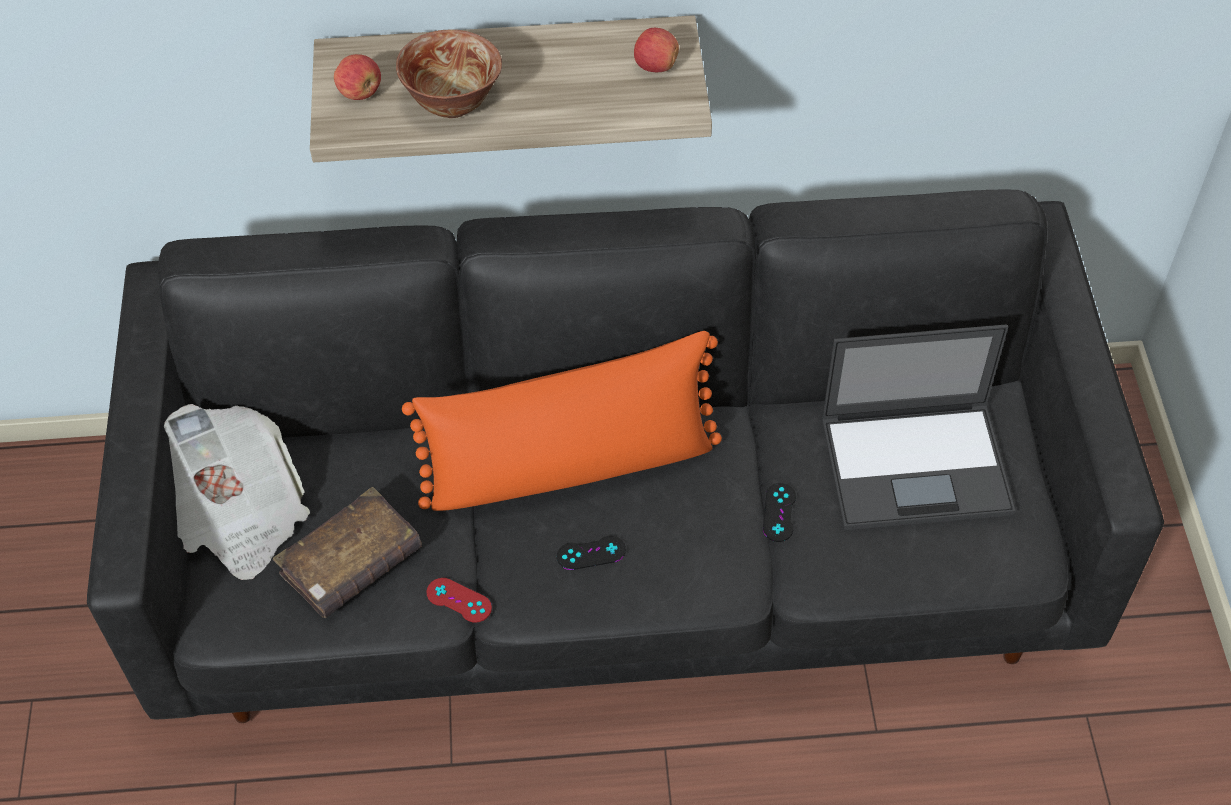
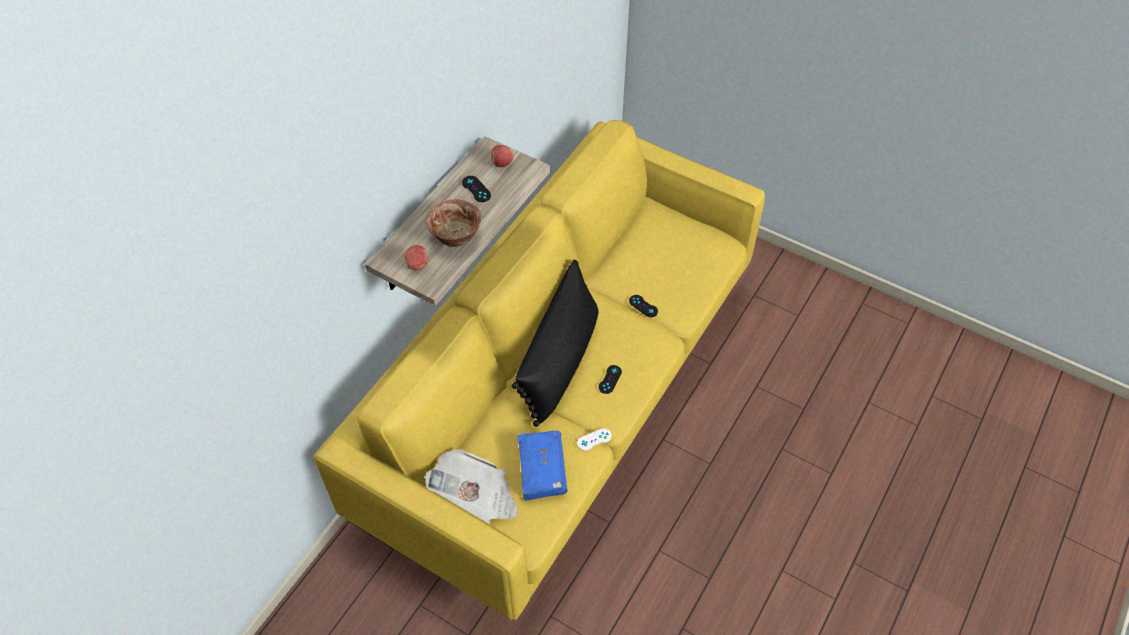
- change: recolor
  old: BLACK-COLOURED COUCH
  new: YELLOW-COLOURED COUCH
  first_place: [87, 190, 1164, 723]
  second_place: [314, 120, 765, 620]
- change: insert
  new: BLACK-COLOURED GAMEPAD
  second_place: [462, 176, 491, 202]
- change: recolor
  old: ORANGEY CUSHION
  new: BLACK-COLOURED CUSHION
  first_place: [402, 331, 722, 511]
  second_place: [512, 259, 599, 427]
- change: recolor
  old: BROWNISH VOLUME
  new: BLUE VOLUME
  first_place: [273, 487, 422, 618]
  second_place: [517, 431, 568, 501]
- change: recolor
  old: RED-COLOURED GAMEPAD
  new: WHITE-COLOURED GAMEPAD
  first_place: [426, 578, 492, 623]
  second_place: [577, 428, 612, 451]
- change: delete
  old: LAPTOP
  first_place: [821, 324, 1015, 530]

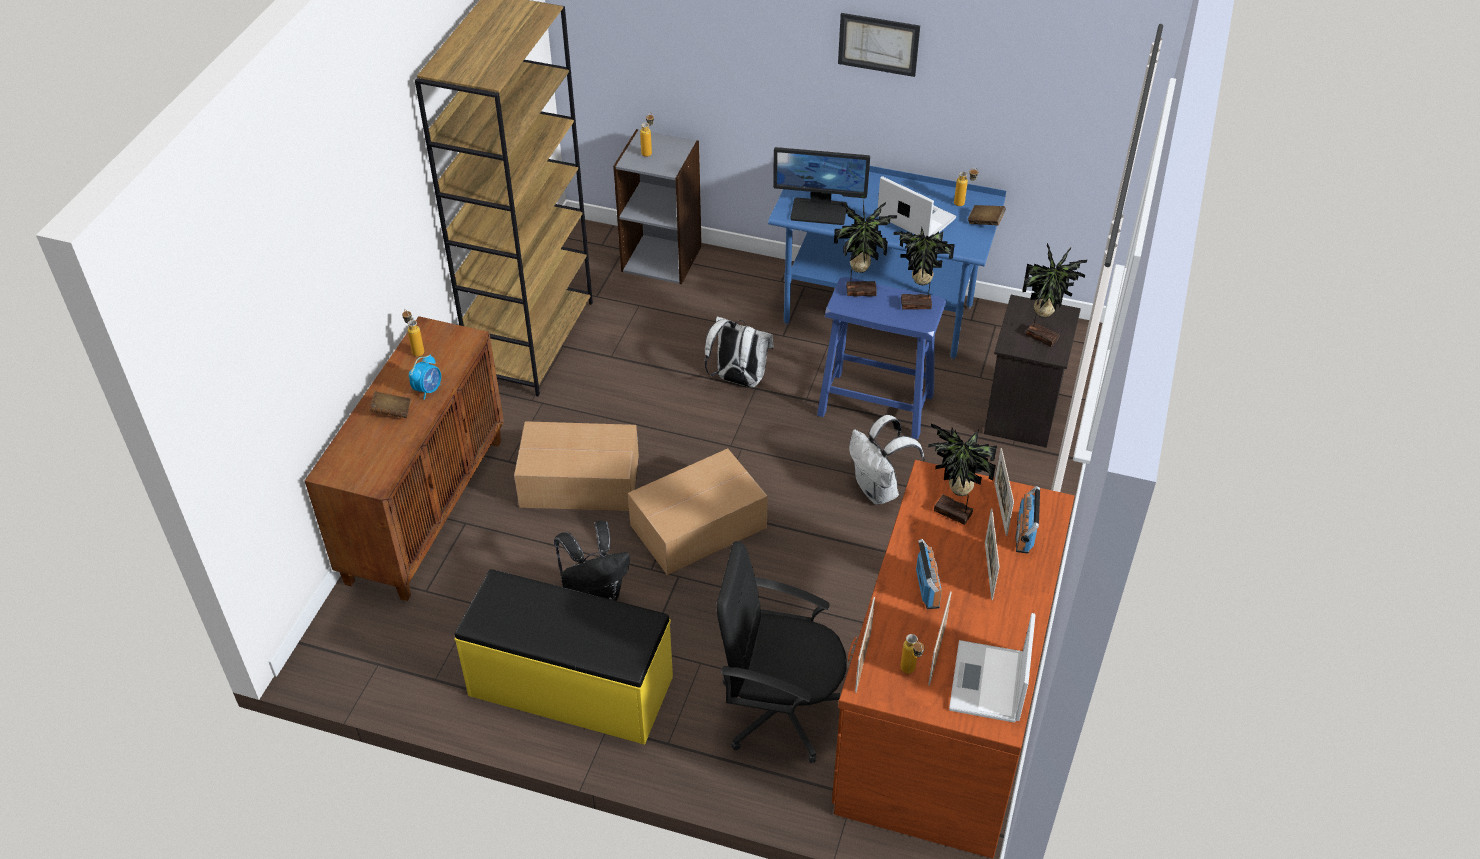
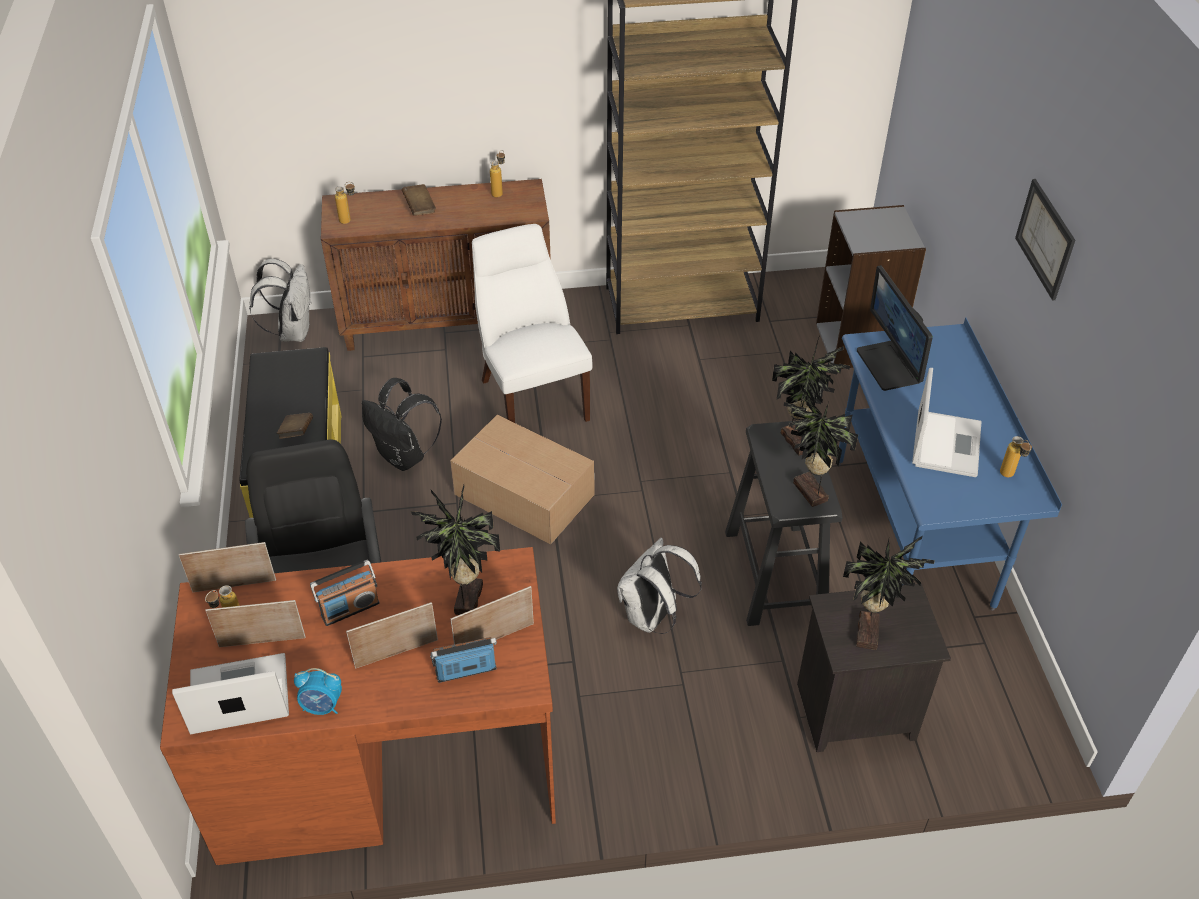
- change: move
  old: WHITE-COLOURED BACKPACK
  first_place: [704, 316, 773, 388]
  second_place: [249, 259, 311, 342]
- change: move
  old: BROWNISH VOLUME
  first_place: [967, 205, 1006, 225]
  second_place: [277, 413, 313, 439]
- change: move
  old: BEDSIDE CLOCK
  first_place: [409, 355, 441, 400]
  second_place: [294, 668, 342, 715]
- change: move
  old: BOTTLE
  first_place: [640, 112, 654, 157]
  second_place: [335, 182, 355, 224]
- change: replace
  old: CARDBOARD BOX
  new: WHITE-COLOURED CHAIR
  first_place: [514, 421, 639, 511]
  second_place: [472, 224, 593, 423]
- change: recolor
  old: BLUE SITTING STOOL
  new: BLACK-COLOURED SITTING STOOL
  first_place: [817, 277, 946, 439]
  second_place: [725, 420, 843, 626]

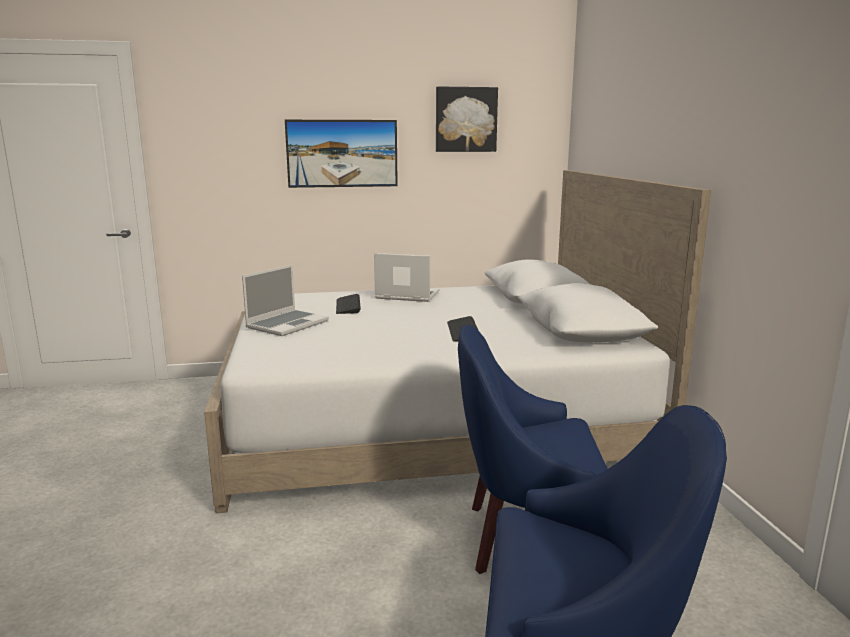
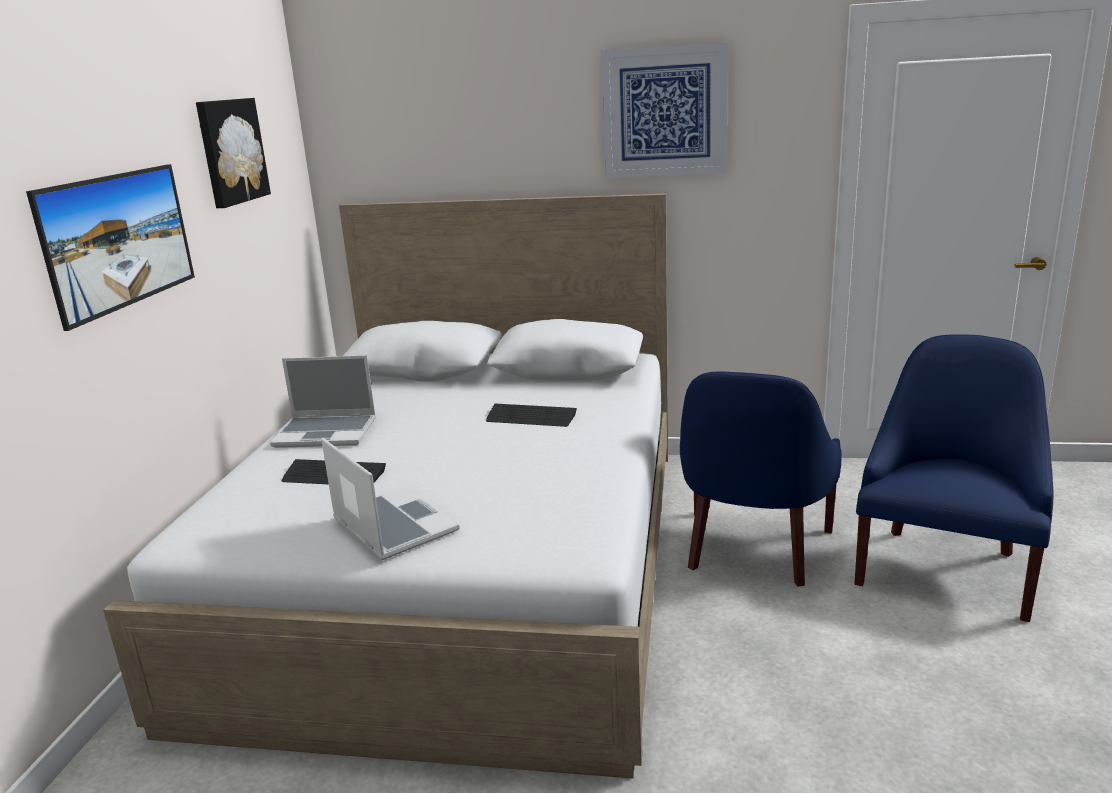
- change: rotate
  old: LAPTOP
  first_place: [374, 253, 440, 302]
  second_place: [270, 355, 376, 448]
  degrees: -120
- change: insert
  new: PICTURE
  second_place: [602, 43, 728, 178]

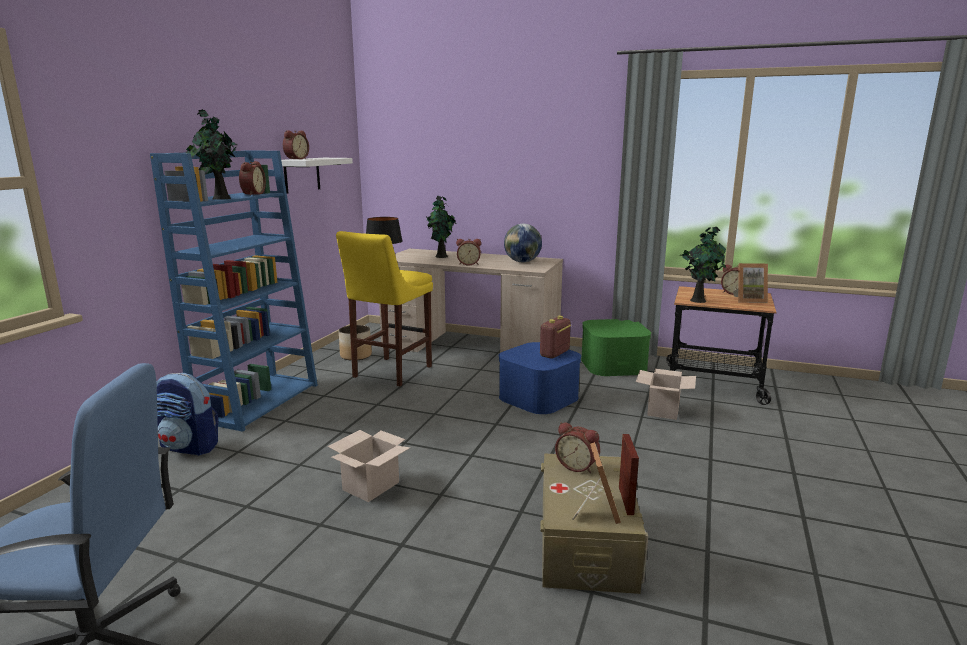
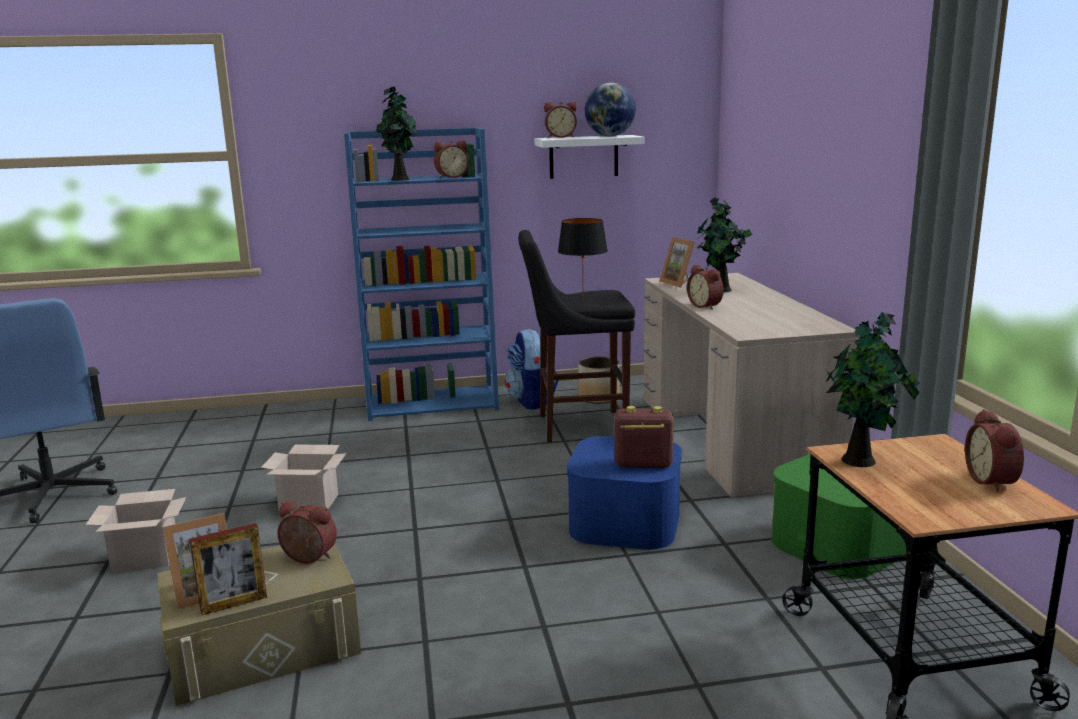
- change: move
  old: CARDBOARD BOX
  first_place: [636, 369, 696, 420]
  second_place: [86, 489, 186, 573]
- change: rotate
  old: BEDSIDE CLOCK
  first_place: [555, 422, 600, 473]
  second_place: [277, 502, 337, 564]
  degrees: 105
- change: move
  old: BACKPACK
  first_place: [156, 373, 219, 456]
  second_place: [505, 329, 559, 410]
- change: recolor
  old: YELLOW-COLOURED SITTING STOOL
  new: BLACK-COLOURED SITTING STOOL
  first_place: [336, 231, 433, 386]
  second_place: [518, 230, 635, 442]
- change: move
  old: WORLD GLOBE
  first_place: [504, 224, 542, 262]
  second_place: [585, 83, 636, 136]
- change: move
  old: PICTURE FRAME
  first_place: [733, 263, 768, 303]
  second_place: [660, 237, 695, 288]

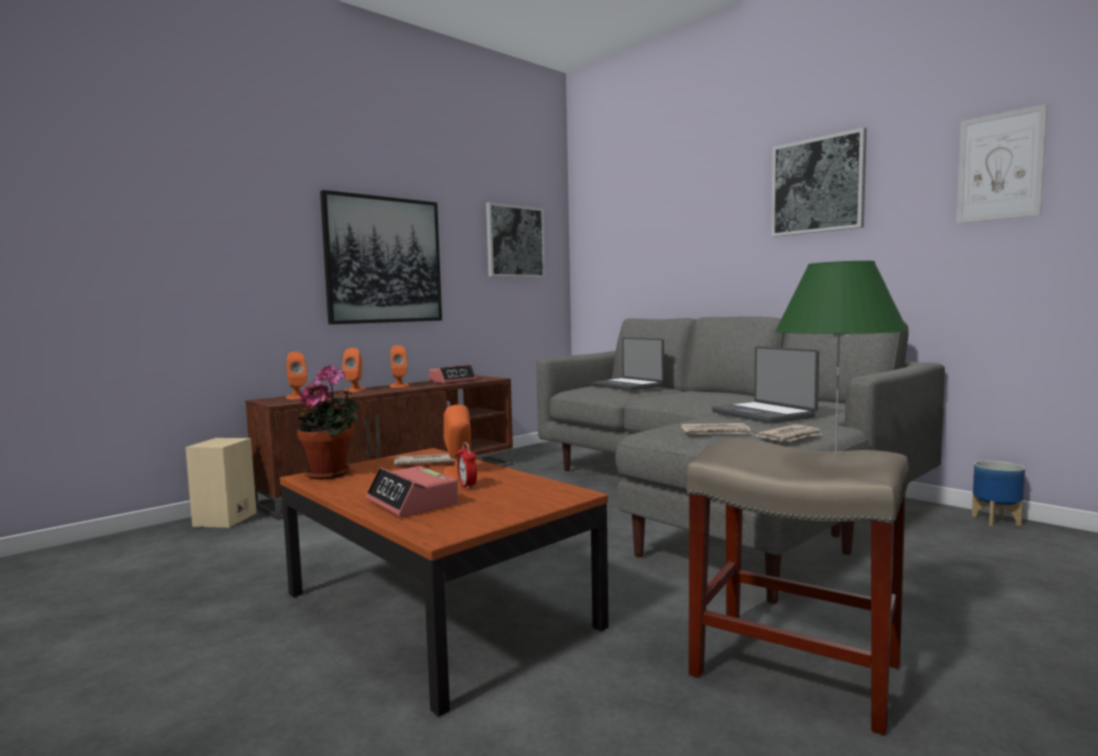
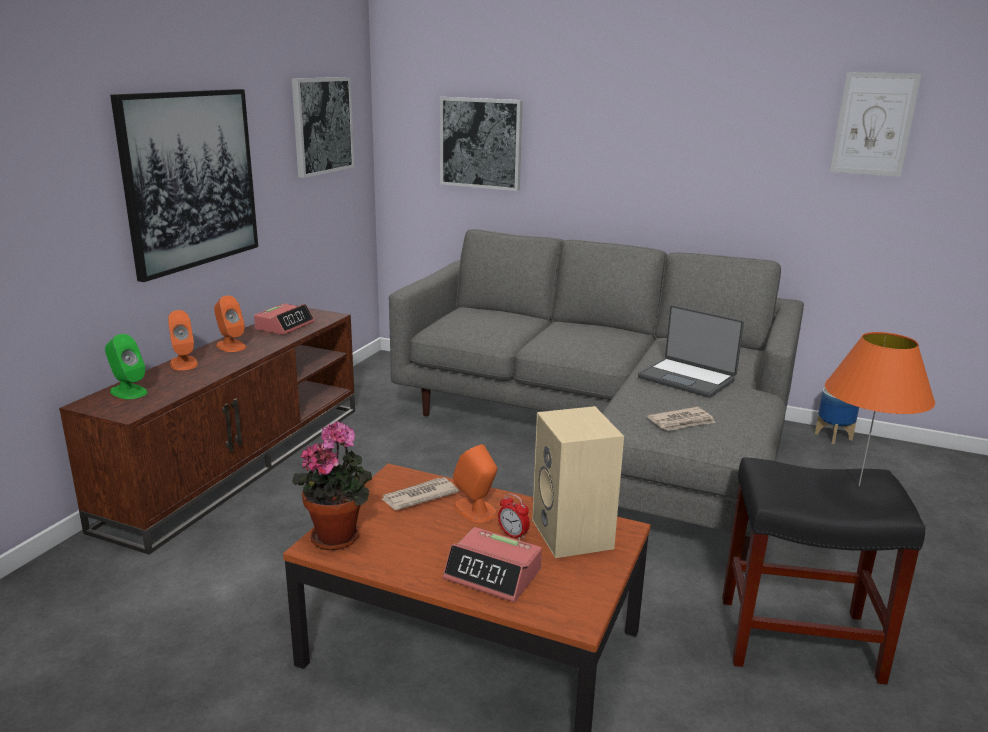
- change: recolor
  old: ORANGEY SPEAKER
  new: GREEN SPEAKER
  first_place: [286, 352, 307, 399]
  second_place: [105, 334, 148, 399]
- change: move
  old: PICTURE
  first_place: [771, 127, 867, 237]
  second_place: [440, 97, 523, 191]
- change: move
  old: SAND-COLOURED SPEAKER
  first_place: [185, 438, 257, 528]
  second_place: [532, 406, 624, 558]
- change: recolor
  old: SAND-COLOURED SITTING STOOL
  new: BLACK-COLOURED SITTING STOOL
  first_place: [686, 438, 909, 735]
  second_place: [722, 457, 925, 685]
- change: recolor
  old: GREEN TABLE LAMP
  new: ORANGEY TABLE LAMP
  first_place: [775, 261, 908, 455]
  second_place: [825, 332, 935, 486]
- change: delete
  old: LAPTOP
  first_place: [592, 337, 664, 391]
- change: delete
  old: DAILY PAPER
  first_place: [755, 424, 822, 441]

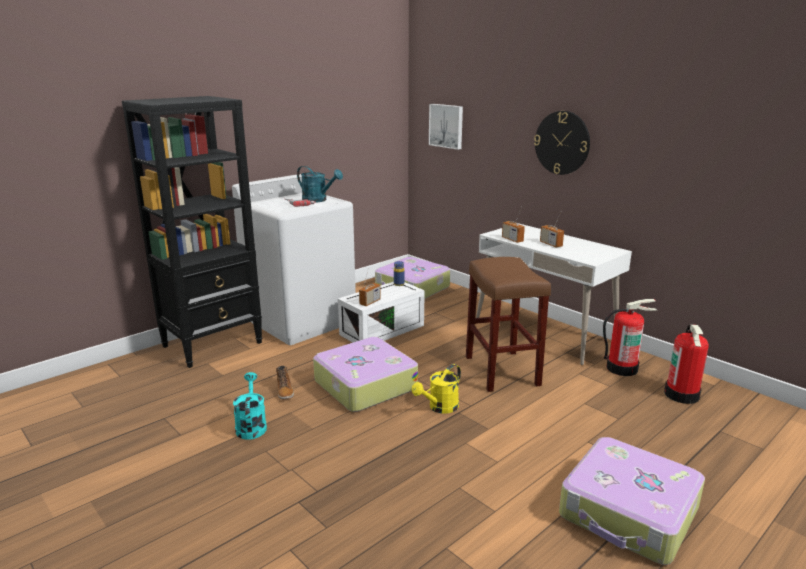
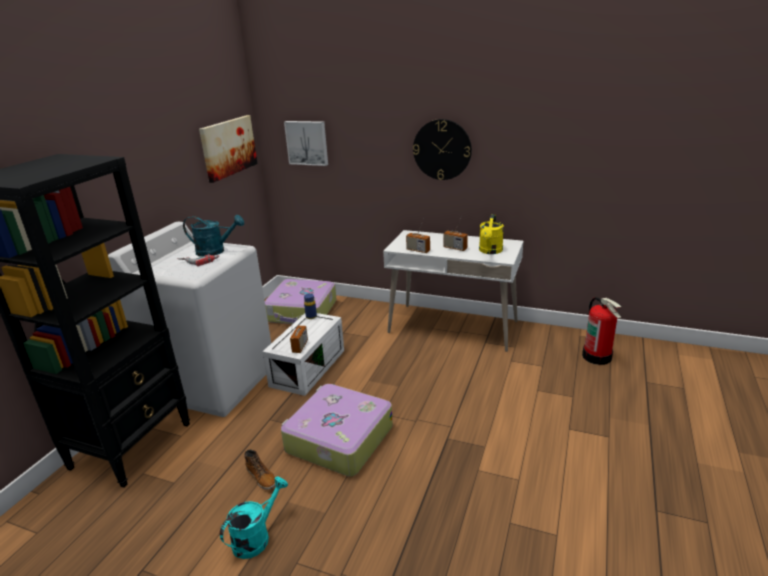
- change: insert
  new: PICTURE
  second_place: [199, 115, 257, 183]
- change: rotate
  old: TURQUOISE WATERING CAN
  first_place: [233, 372, 267, 440]
  second_place: [220, 476, 288, 559]
  degrees: 75
- change: move
  old: YELLOW-COLOURED WATERING CAN
  first_place: [412, 364, 461, 413]
  second_place: [479, 214, 504, 254]
- change: delete
  old: BROWNISH SITTING STOOL
  first_place: [466, 257, 551, 392]
- change: delete
  old: TRAVEL CASE
  first_place: [559, 437, 705, 565]
- change: delete
  old: FIRE-FIGHTING CYLINDER
  first_place: [603, 299, 657, 376]

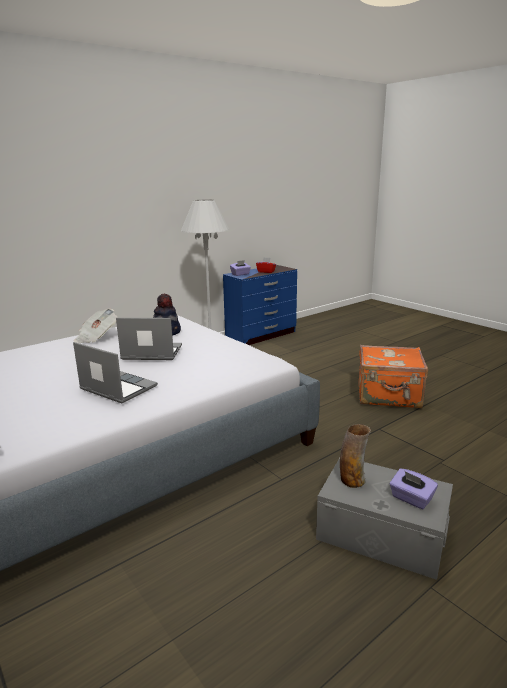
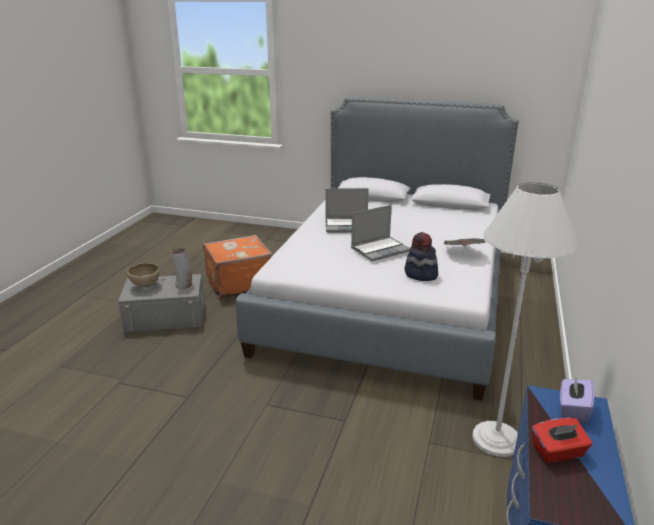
- change: replace
  old: PURPLE TISSUE BOX
  new: BROWNISH SERVING BOWL
  first_place: [390, 469, 438, 509]
  second_place: [127, 263, 160, 288]
- change: move
  old: ORANGEY TRAVEL CASE
  first_place: [358, 345, 428, 408]
  second_place: [203, 235, 272, 299]

